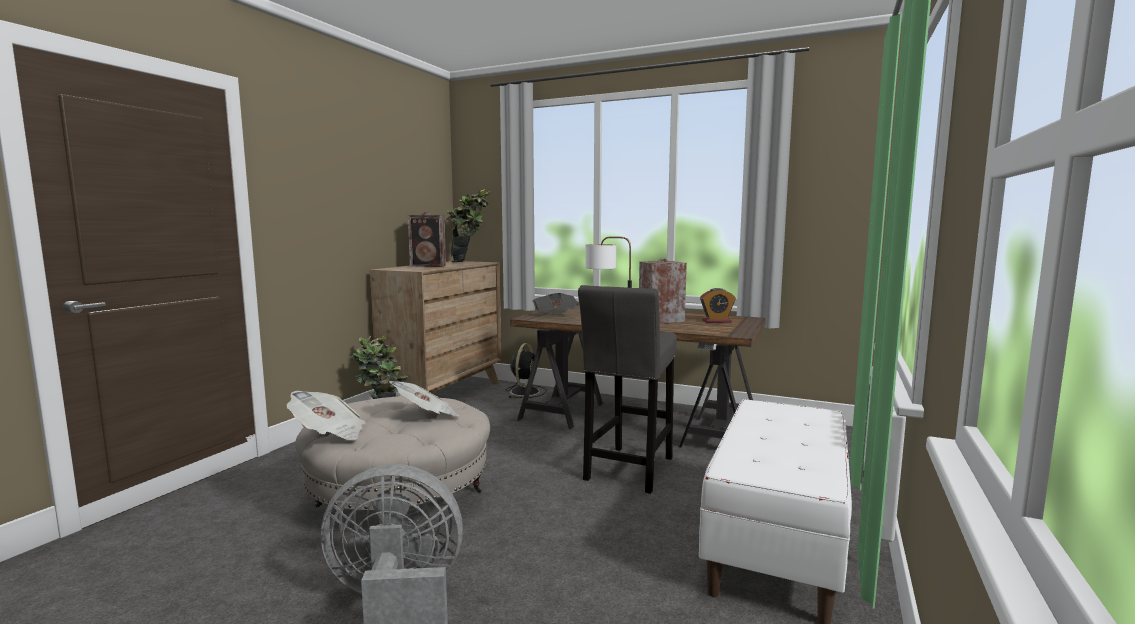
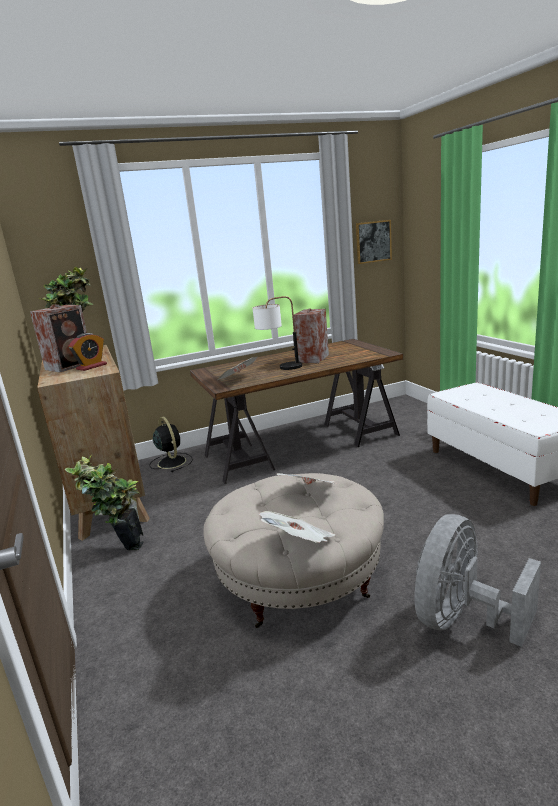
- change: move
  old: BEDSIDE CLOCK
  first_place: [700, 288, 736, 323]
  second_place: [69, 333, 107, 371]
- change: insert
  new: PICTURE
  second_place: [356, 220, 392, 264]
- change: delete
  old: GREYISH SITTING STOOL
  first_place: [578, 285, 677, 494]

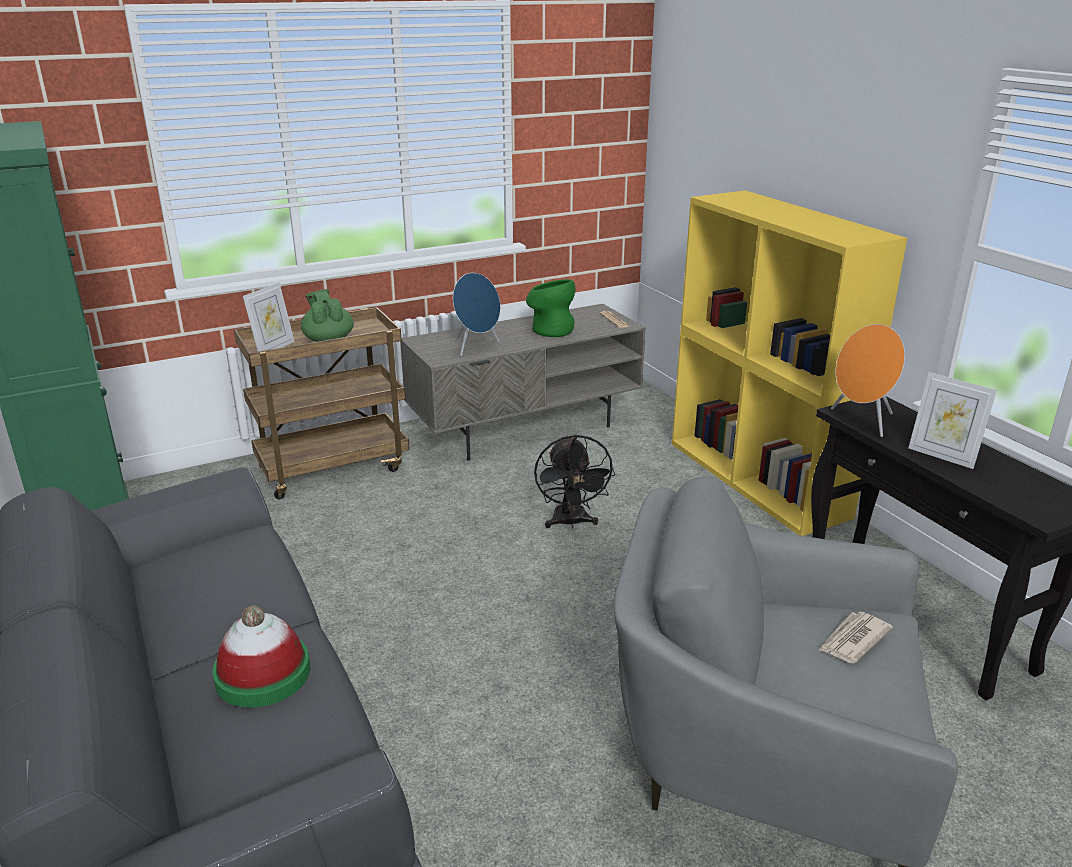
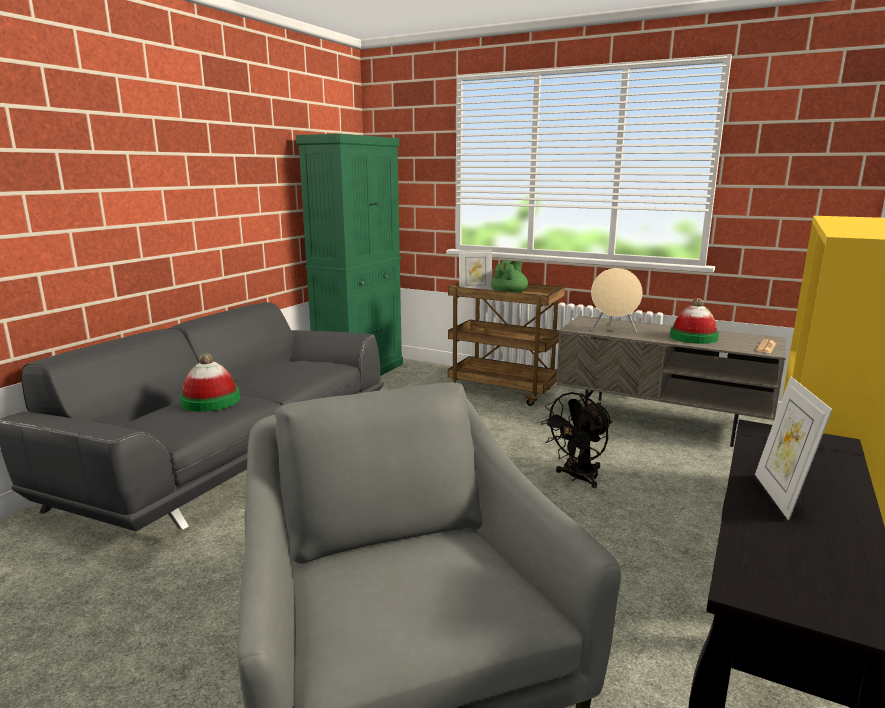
- change: recolor
  old: BLUE SPEAKER
  new: SAND-COLOURED SPEAKER
  first_place: [453, 273, 500, 356]
  second_place: [591, 268, 643, 333]
- change: replace
  old: GREEN DECORATIVE VASE
  new: CLOTHING HAT
  first_place: [526, 279, 575, 337]
  second_place: [670, 298, 719, 344]
- change: delete
  old: DAILY PAPER
  first_place: [818, 612, 893, 663]
- change: delete
  old: ORANGEY SPEAKER
  first_place: [831, 324, 905, 437]

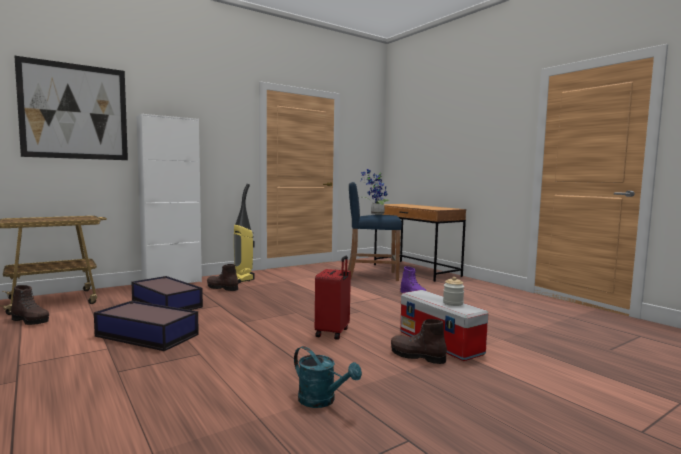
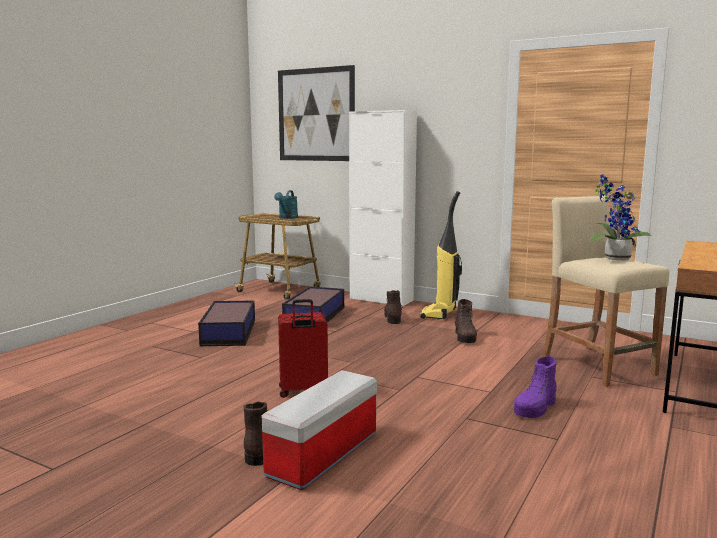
- change: move
  old: TURQUOISE WATERING CAN
  first_place: [294, 346, 362, 408]
  second_place: [274, 190, 298, 219]
- change: move
  old: BROWNISH TALL BOOT
  first_place: [11, 285, 49, 325]
  second_place: [454, 299, 477, 343]
- change: recolor
  old: BLUE SITTING STOOL
  new: SAND-COLOURED SITTING STOOL
  first_place: [348, 182, 402, 281]
  second_place: [542, 196, 670, 387]
- change: delete
  old: STORAGE JAR
  first_place: [443, 277, 464, 306]

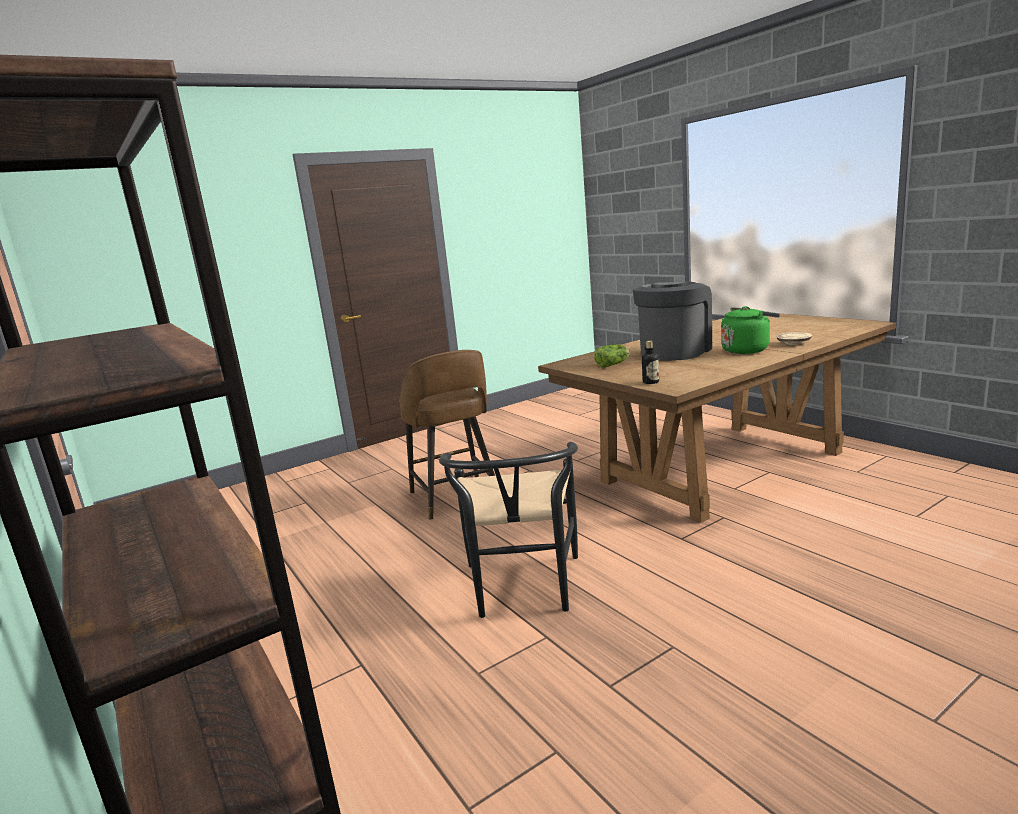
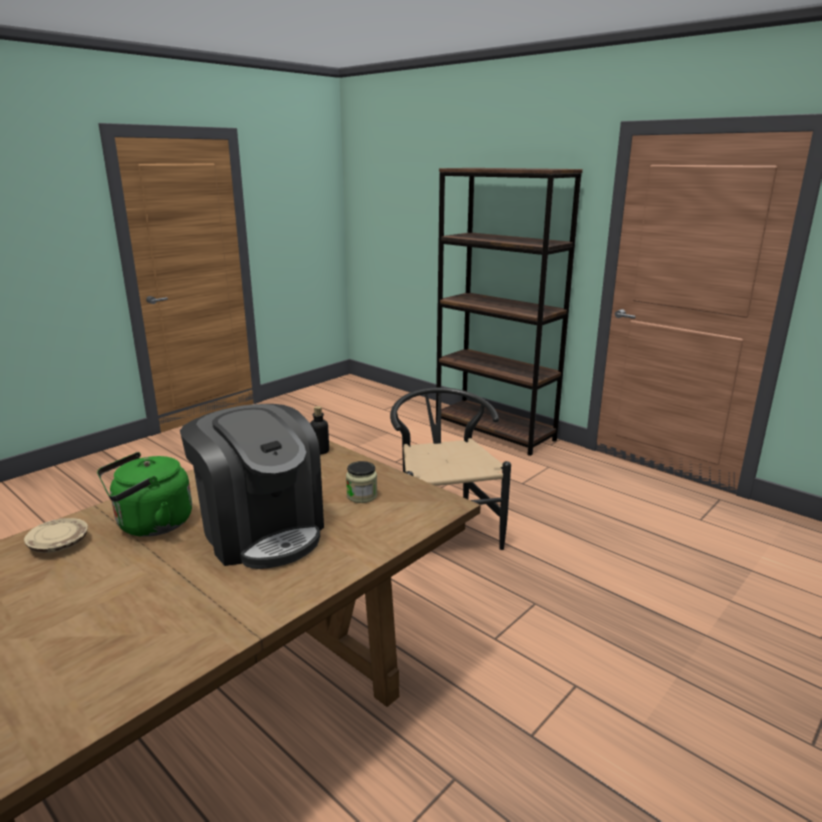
- change: rotate
  old: COFFEE MACHINE
  first_place: [633, 282, 712, 361]
  second_place: [180, 404, 324, 569]
  degrees: -60
- change: replace
  old: HEAD OF LETTUCE
  new: STORAGE JAR
  first_place: [594, 344, 630, 368]
  second_place: [346, 461, 377, 503]
- change: delete
  old: BROWNISH SITTING STOOL
  first_place: [399, 350, 495, 520]

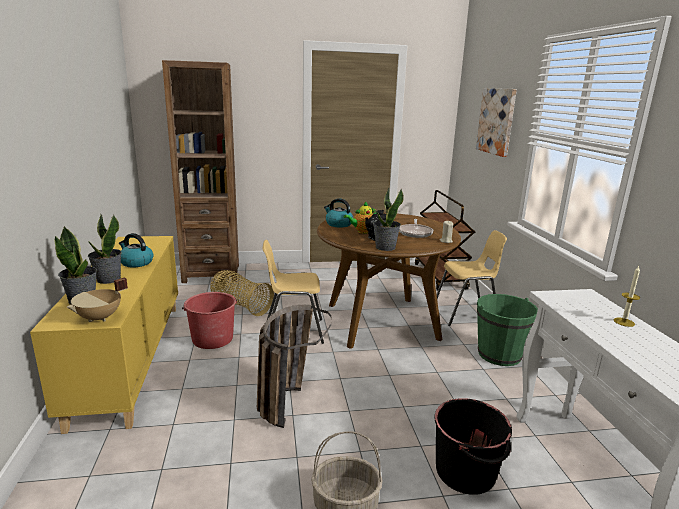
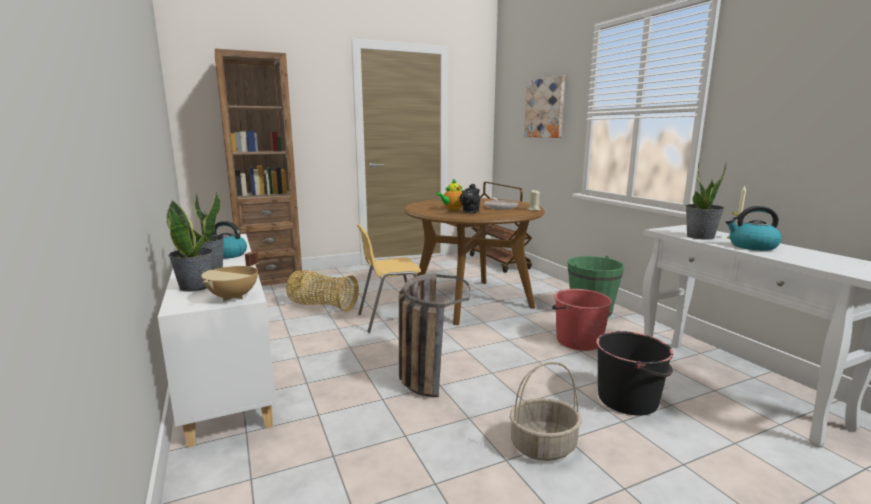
- change: recolor
  old: YELLOW-COLOURED CABINET
  new: WHITE-COLOURED CABINET
  first_place: [30, 236, 178, 434]
  second_place: [158, 234, 276, 448]
- change: move
  old: RED-COLOURED BUCKET
  first_place: [182, 292, 237, 349]
  second_place: [552, 289, 612, 351]
- change: move
  old: HOUSEPLANT
  first_place: [373, 187, 404, 251]
  second_place: [686, 161, 727, 240]
- change: move
  old: KETTLE
  first_place: [324, 198, 353, 227]
  second_place: [726, 206, 782, 251]
- change: delete
  old: YELLOW-COLOURED CHAIR
  first_place: [436, 230, 507, 326]

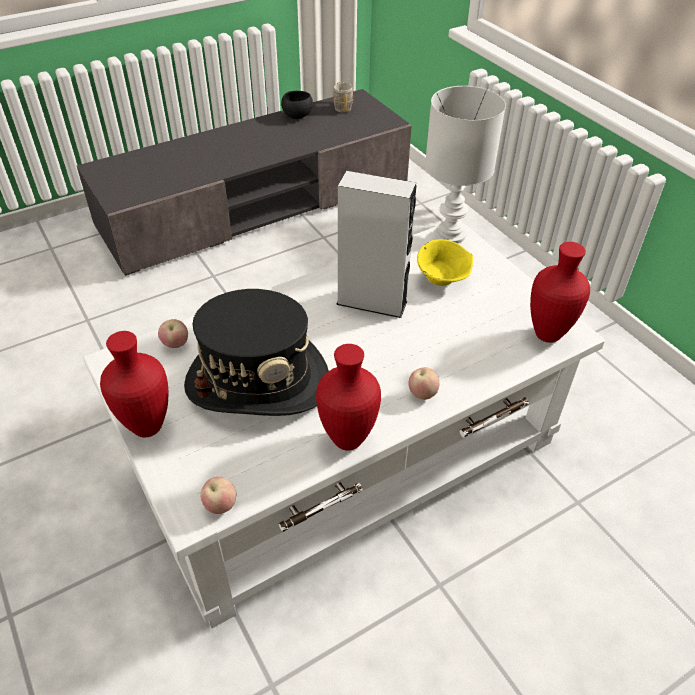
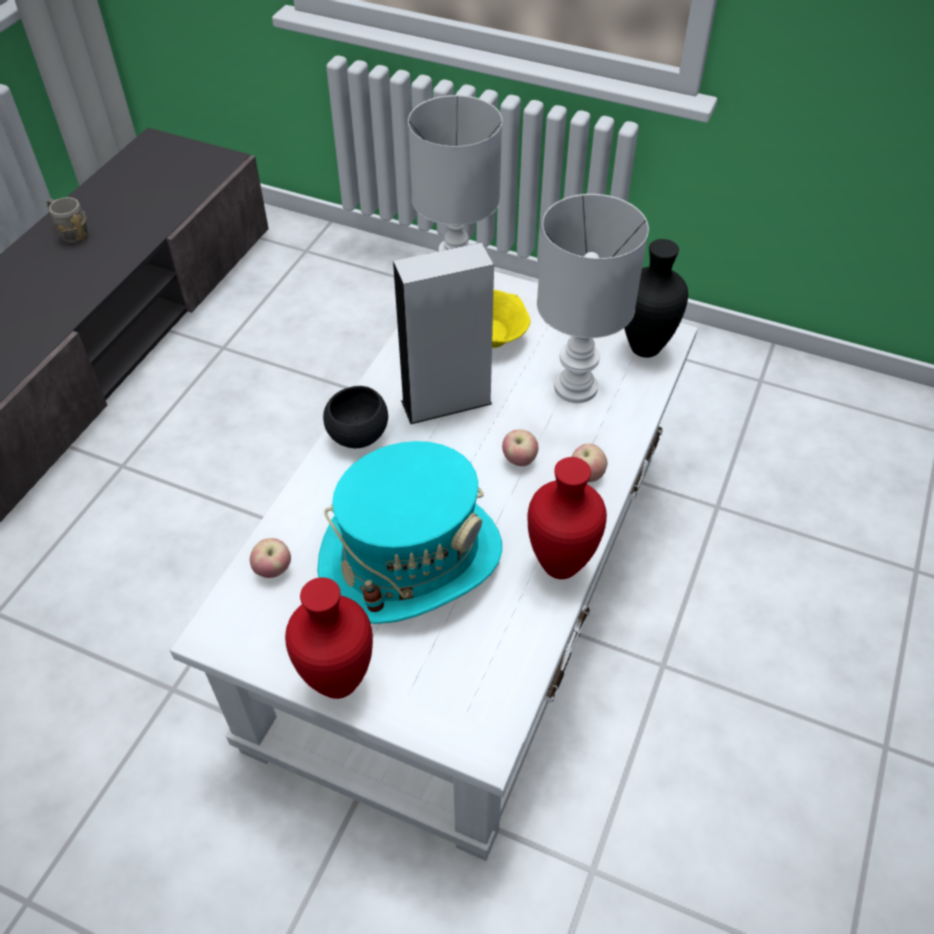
- change: move
  old: GREYISH TEA MUG
  first_place: [333, 82, 354, 113]
  second_place: [47, 197, 88, 244]
- change: recolor
  old: BLACK-COLOURED CLOTHING HAT
  new: TURQUOISE CLOTHING HAT
  first_place: [184, 289, 329, 416]
  second_place: [317, 441, 502, 624]
- change: move
  old: BLACK-COLOURED SERVING BOWL
  first_place: [281, 91, 313, 119]
  second_place: [323, 386, 388, 448]
- change: move
  old: APPLE FRUIT
  first_place: [201, 477, 236, 514]
  second_place: [502, 429, 538, 466]
- change: insert
  new: WHITE-COLOURED TABLE LAMP
  second_place: [537, 194, 649, 403]
- change: recolor
  old: RED-COLOURED DECORATIVE VASE
  new: BLACK-COLOURED DECORATIVE VASE
  first_place: [530, 242, 590, 343]
  second_place: [624, 239, 688, 358]

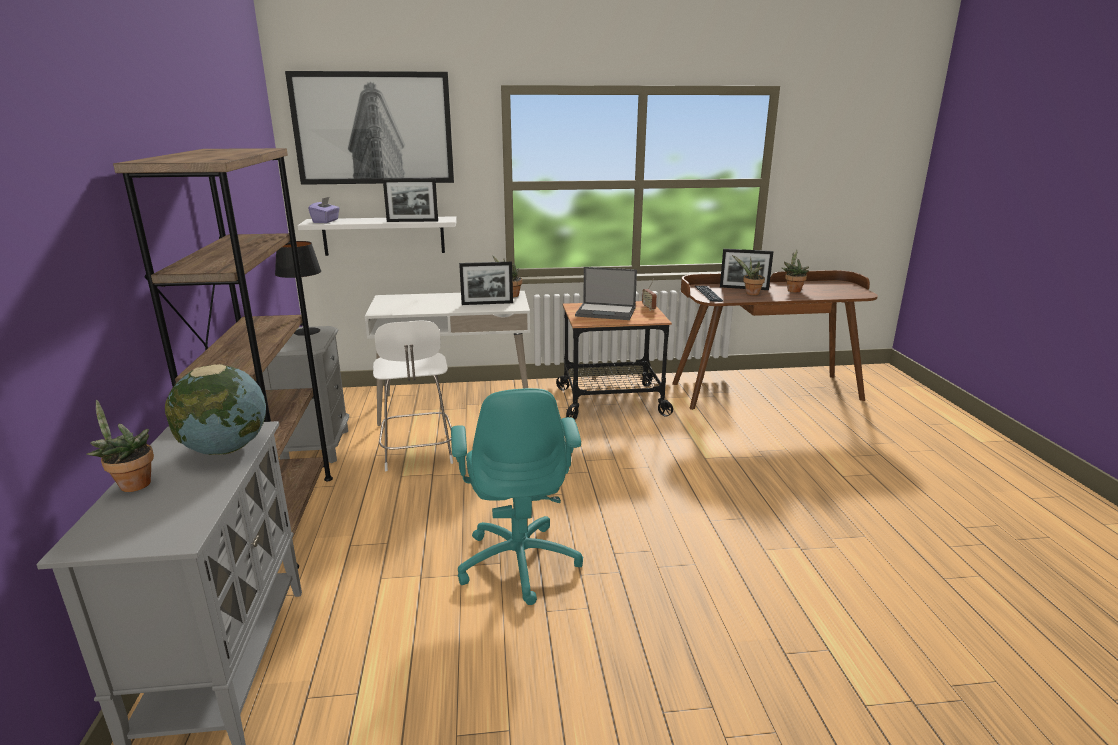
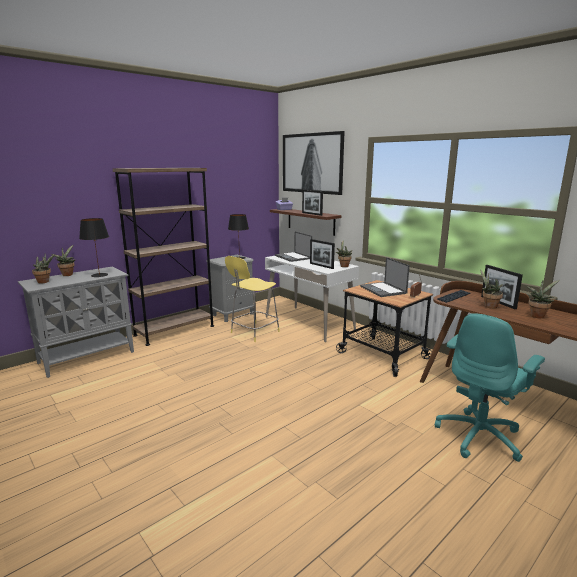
- change: insert
  new: HOUSEPLANT
  second_place: [32, 254, 55, 283]
- change: replace
  old: WORLD GLOBE
  new: BLACK-COLOURED TABLE LAMP
  first_place: [165, 364, 266, 455]
  second_place: [79, 218, 109, 277]
- change: recolor
  old: WHITE-COLOURED SITTING STOOL
  new: YELLOW-COLOURED SITTING STOOL
  first_place: [373, 320, 453, 471]
  second_place: [225, 256, 280, 342]
- change: recolor
  old: WHITE-COLOURED BRACKET SHELF
  new: BROWNISH BRACKET SHELF
  first_place: [298, 216, 457, 256]
  second_place: [270, 209, 342, 236]
- change: insert
  new: LAPTOP
  second_place: [275, 232, 312, 262]
- change: move
  old: TURQUOISE COMPUTER CHAIR
  first_place: [451, 388, 583, 605]
  second_place: [435, 313, 545, 462]

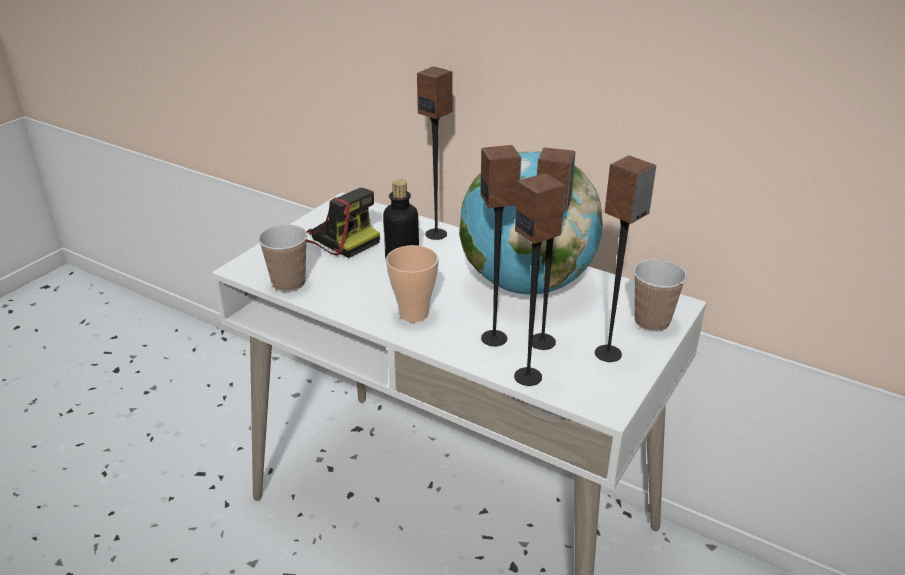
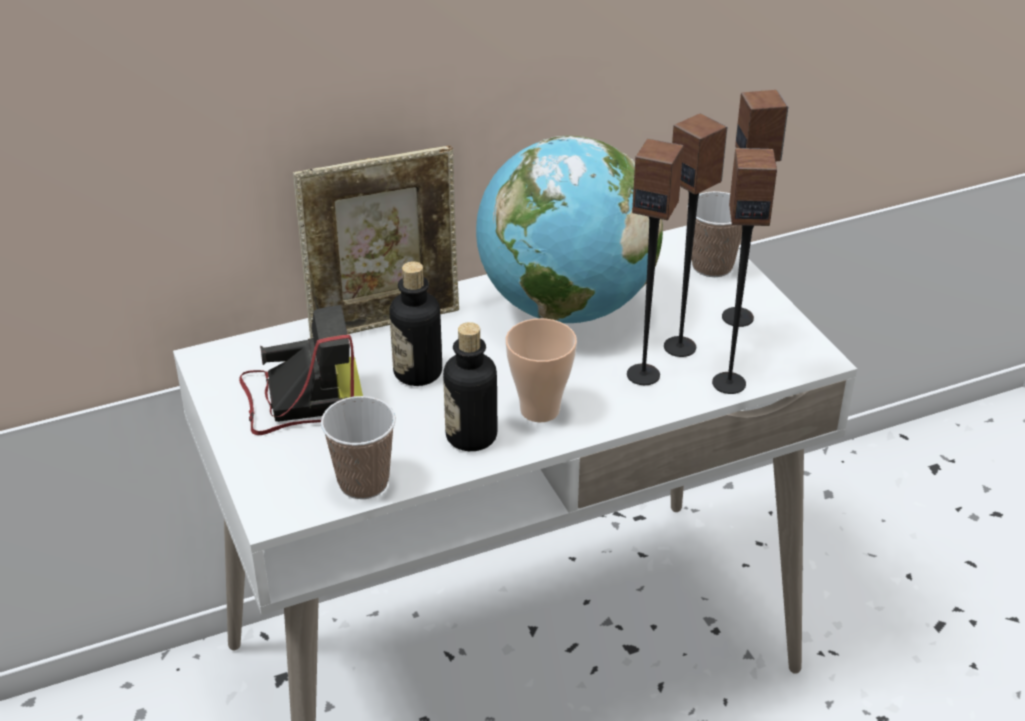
- change: replace
  old: SPEAKER
  new: PICTURE FRAME
  first_place: [417, 67, 452, 240]
  second_place: [293, 145, 459, 338]
- change: insert
  new: BOTTLE
  second_place: [443, 322, 497, 451]

